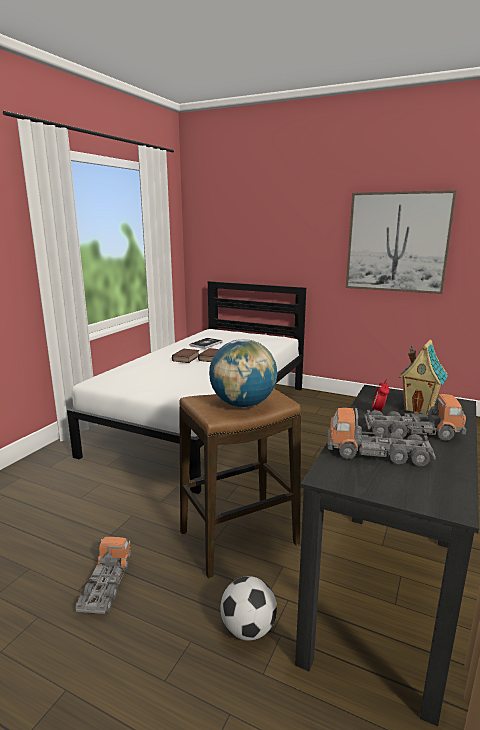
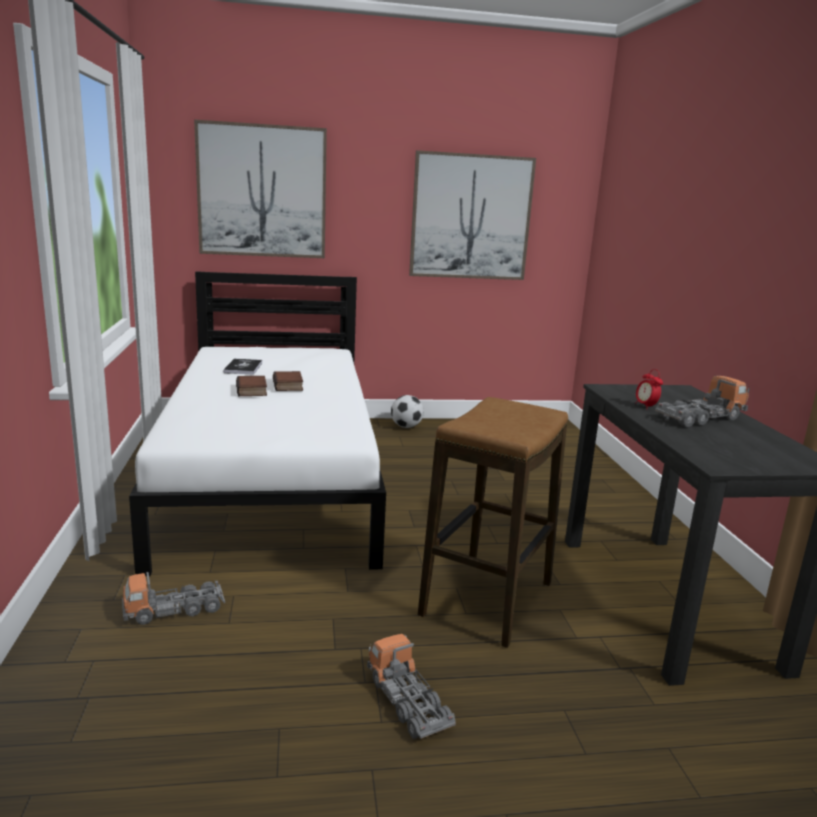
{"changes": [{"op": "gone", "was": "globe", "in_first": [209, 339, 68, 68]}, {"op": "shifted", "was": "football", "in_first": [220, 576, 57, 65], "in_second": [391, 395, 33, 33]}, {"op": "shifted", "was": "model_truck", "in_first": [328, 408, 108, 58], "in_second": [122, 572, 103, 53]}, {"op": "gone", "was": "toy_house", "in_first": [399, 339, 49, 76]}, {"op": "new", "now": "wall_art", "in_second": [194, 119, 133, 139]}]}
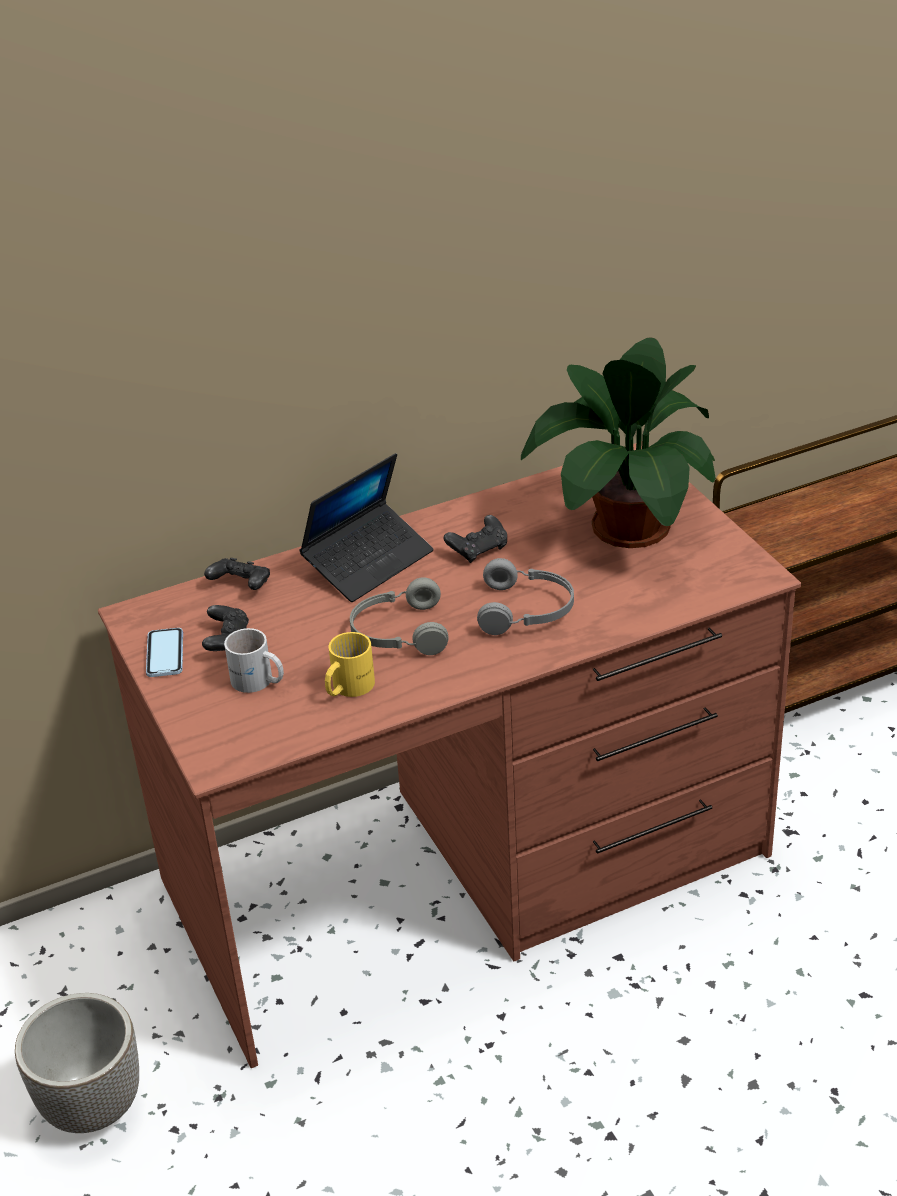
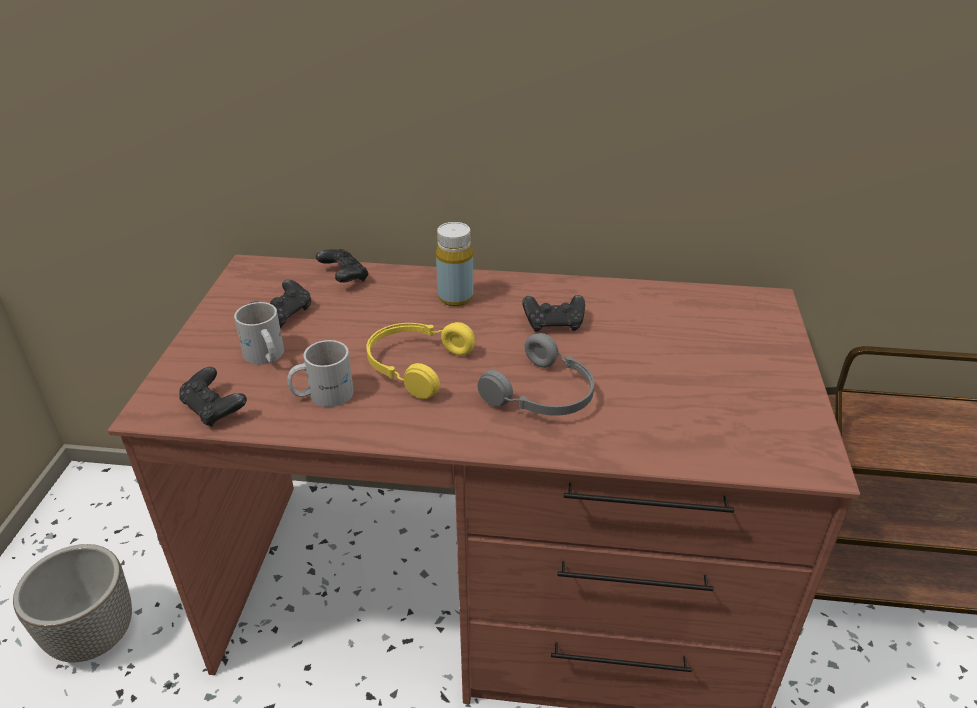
{"changes": [{"op": "gone", "was": "telephone", "in_first": [146, 628, 37, 49]}, {"op": "swapped", "was": "laptop", "now": "yellowish_beverage_bottle", "in_first": [299, 453, 135, 149], "in_second": [436, 222, 38, 84]}, {"op": "repainted", "was": "yellowish_mug", "now": "white-coloured_mug", "in_first": [325, 632, 50, 65], "in_second": [288, 340, 66, 67]}, {"op": "repainted", "was": "grey_pair_of_headphones", "now": "yellowish_pair_of_headphones", "in_first": [350, 577, 99, 78], "in_second": [366, 322, 109, 77]}, {"op": "gone", "was": "houseplant", "in_first": [521, 337, 195, 211]}, {"op": "new", "now": "blackish_joypad", "in_second": [179, 367, 68, 60]}]}
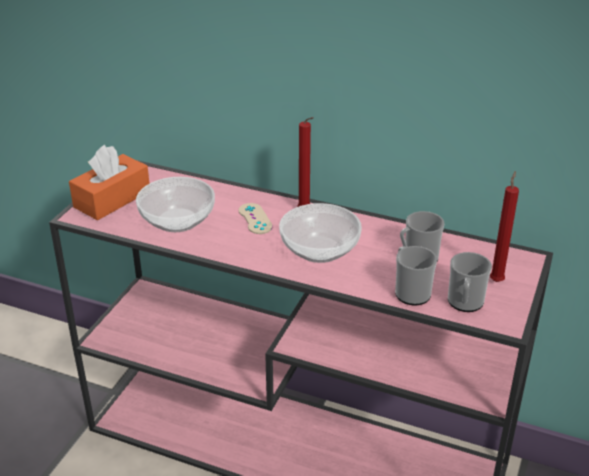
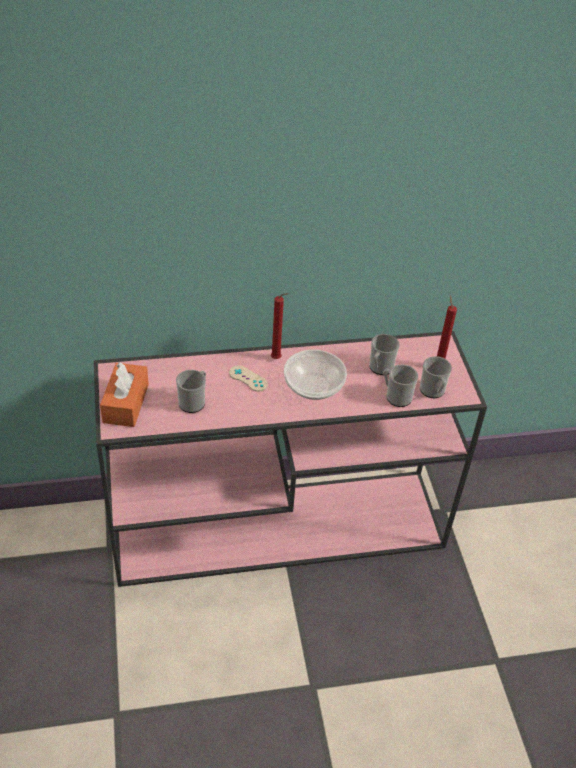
{"changes": [{"op": "swapped", "was": "serving_bowl", "now": "mug", "in_first": [136, 177, 79, 55], "in_second": [176, 370, 30, 43]}]}
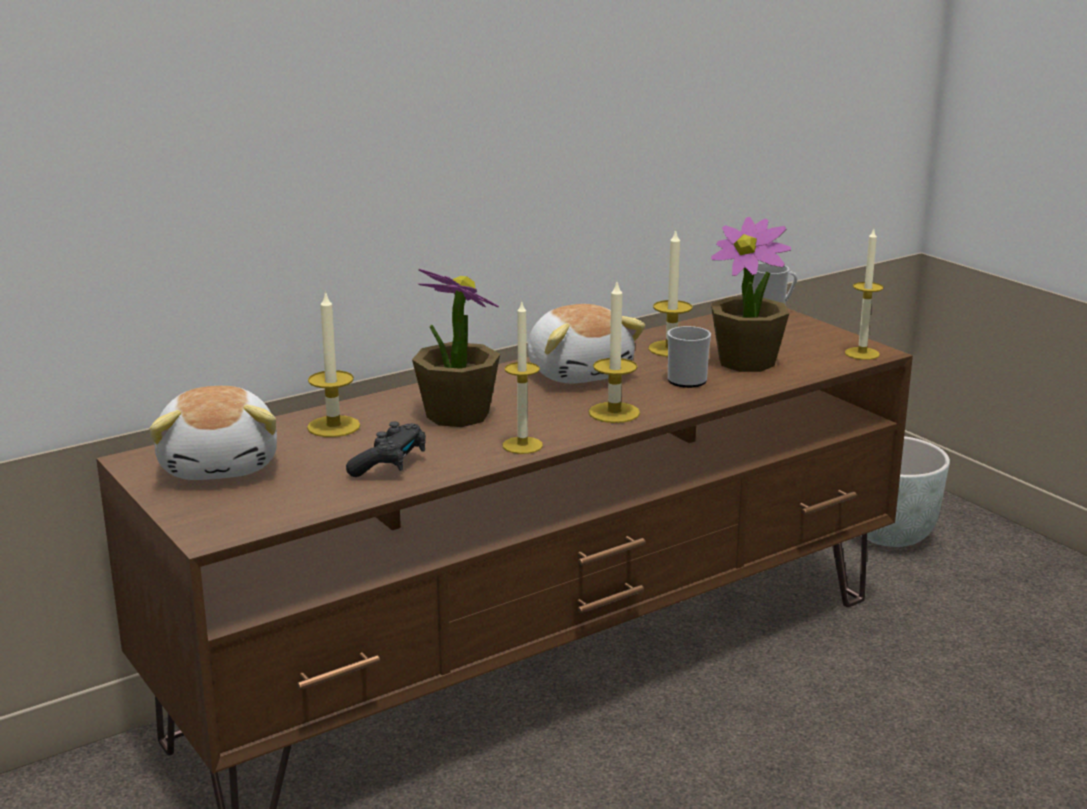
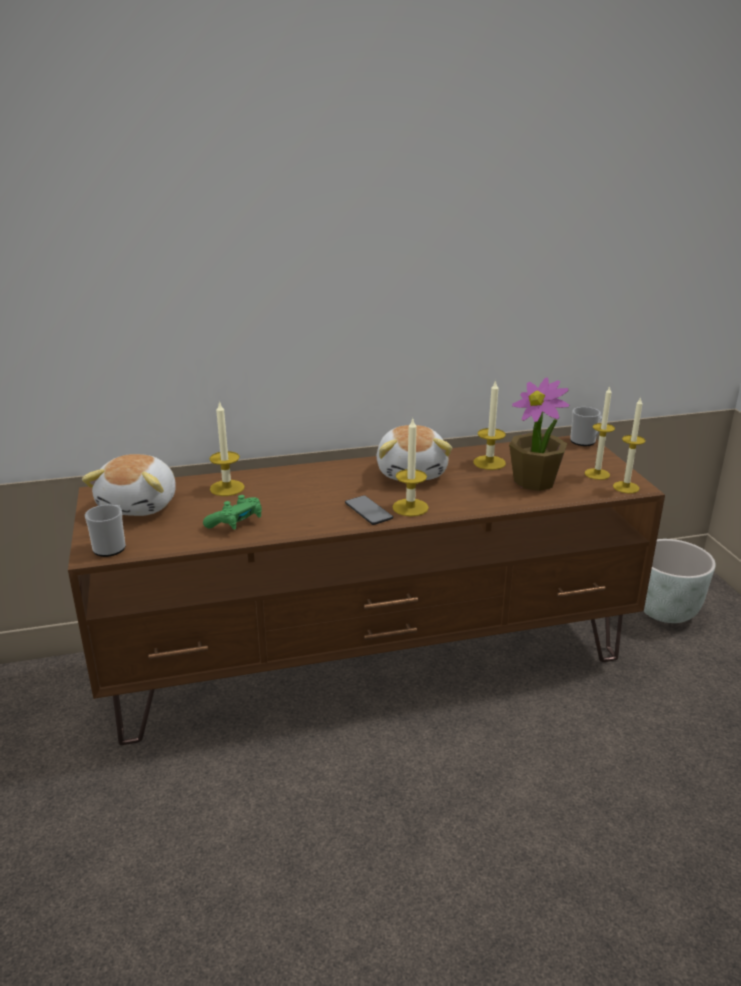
{"changes": [{"op": "repainted", "was": "blackish_joypad", "now": "greenish_joypad", "in_first": [346, 421, 80, 56], "in_second": [203, 495, 59, 35]}, {"op": "gone", "was": "houseplant", "in_first": [412, 269, 88, 158]}, {"op": "shifted", "was": "candle", "in_first": [503, 300, 40, 154], "in_second": [585, 386, 30, 94]}, {"op": "shifted", "was": "mug", "in_first": [667, 326, 44, 62], "in_second": [85, 505, 41, 52]}, {"op": "new", "now": "telephone", "in_second": [345, 495, 48, 30]}]}
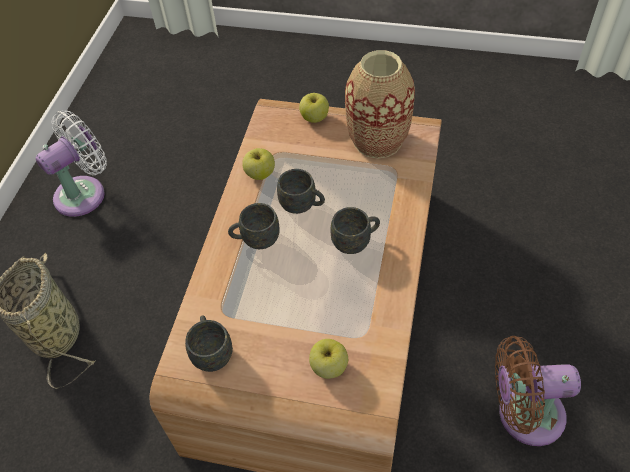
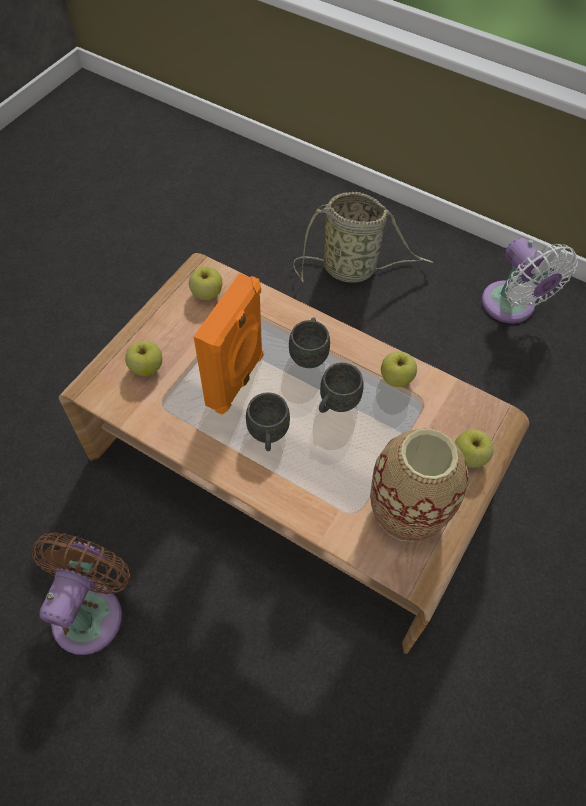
{"changes": [{"op": "swapped", "was": "grey_mug", "now": "whole_apple", "in_first": [185, 316, 48, 56], "in_second": [189, 266, 33, 34]}, {"op": "new", "now": "orange_speaker", "in_second": [193, 273, 70, 142]}]}
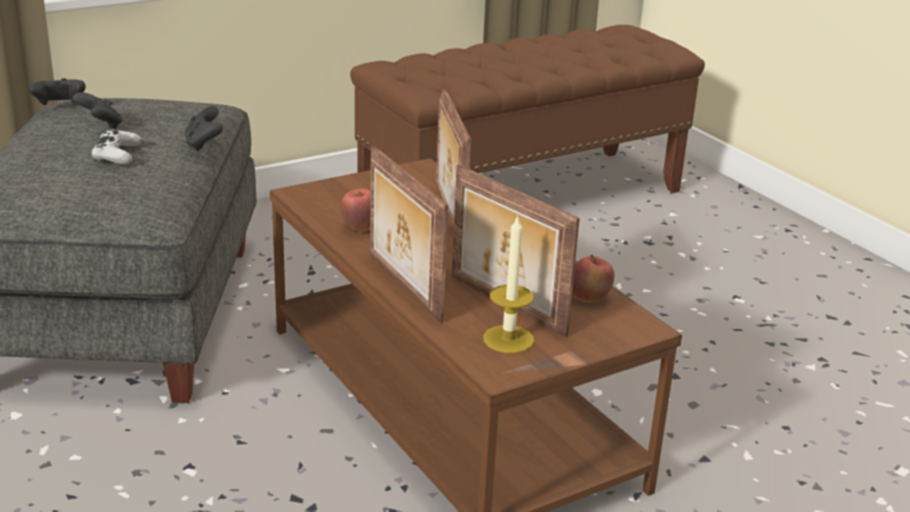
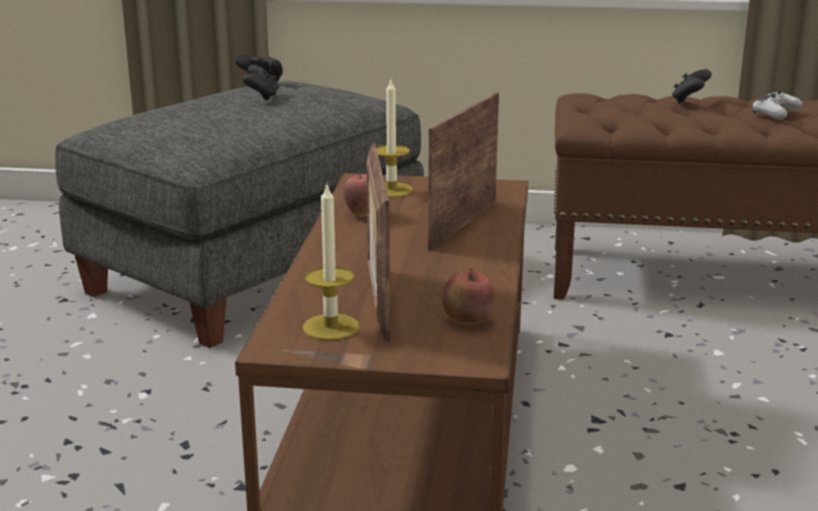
{"changes": [{"op": "shifted", "was": "white-coloured_joypad", "in_first": [91, 129, 51, 36], "in_second": [752, 90, 51, 29]}, {"op": "shifted", "was": "blackish_joypad", "in_first": [185, 106, 38, 45], "in_second": [672, 69, 40, 35]}, {"op": "gone", "was": "photo_frame", "in_first": [370, 145, 78, 178]}, {"op": "new", "now": "candle", "in_second": [376, 80, 37, 117]}]}
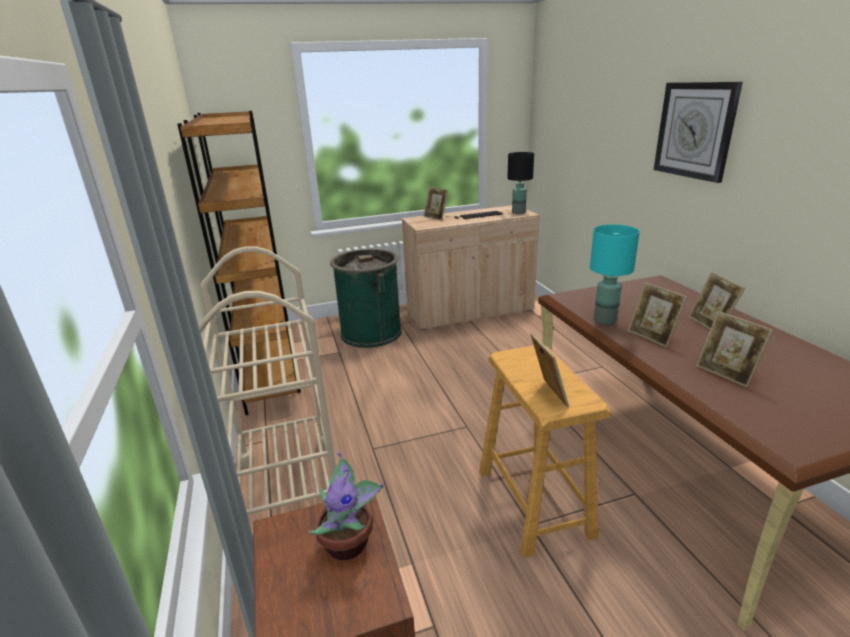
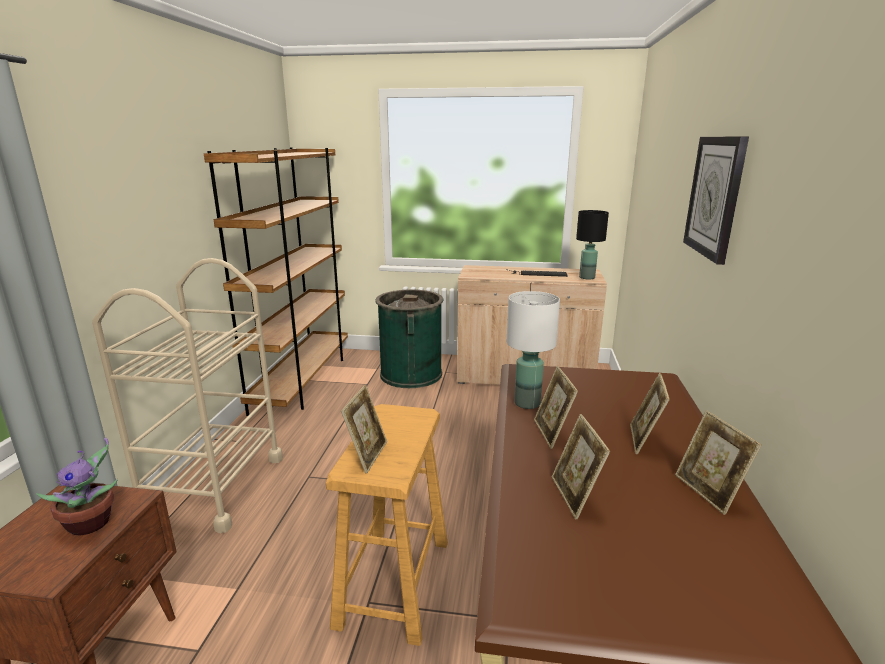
{"changes": [{"op": "shifted", "was": "photo_frame", "in_first": [423, 187, 25, 34], "in_second": [675, 410, 87, 105]}, {"op": "repainted", "was": "blue-green_lamp_for_a_table", "now": "white-coloured_lamp_for_a_table", "in_first": [590, 224, 50, 101], "in_second": [507, 291, 53, 118]}]}
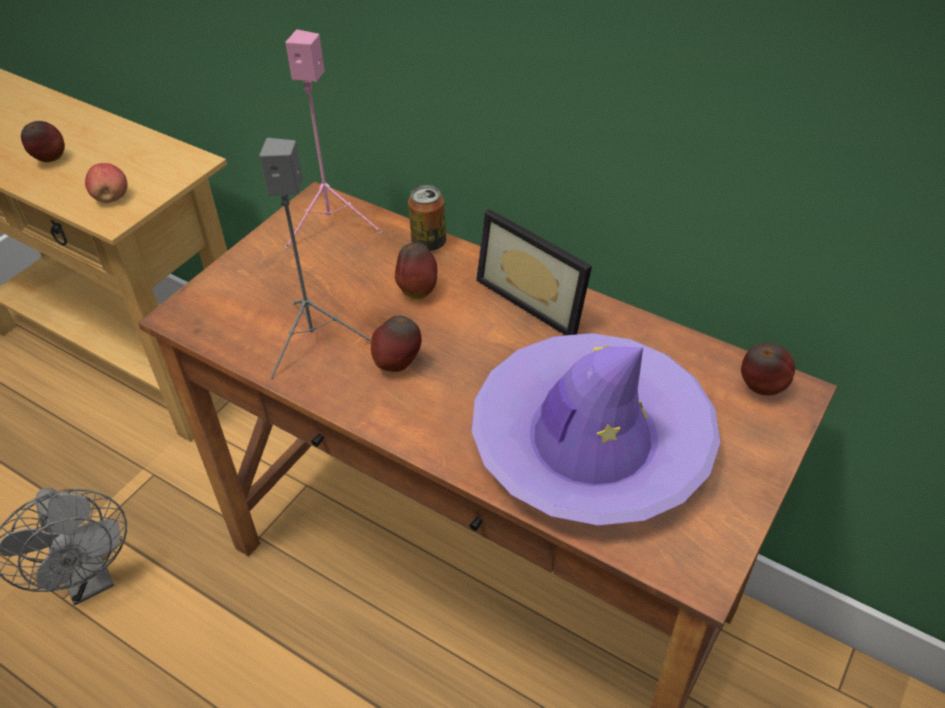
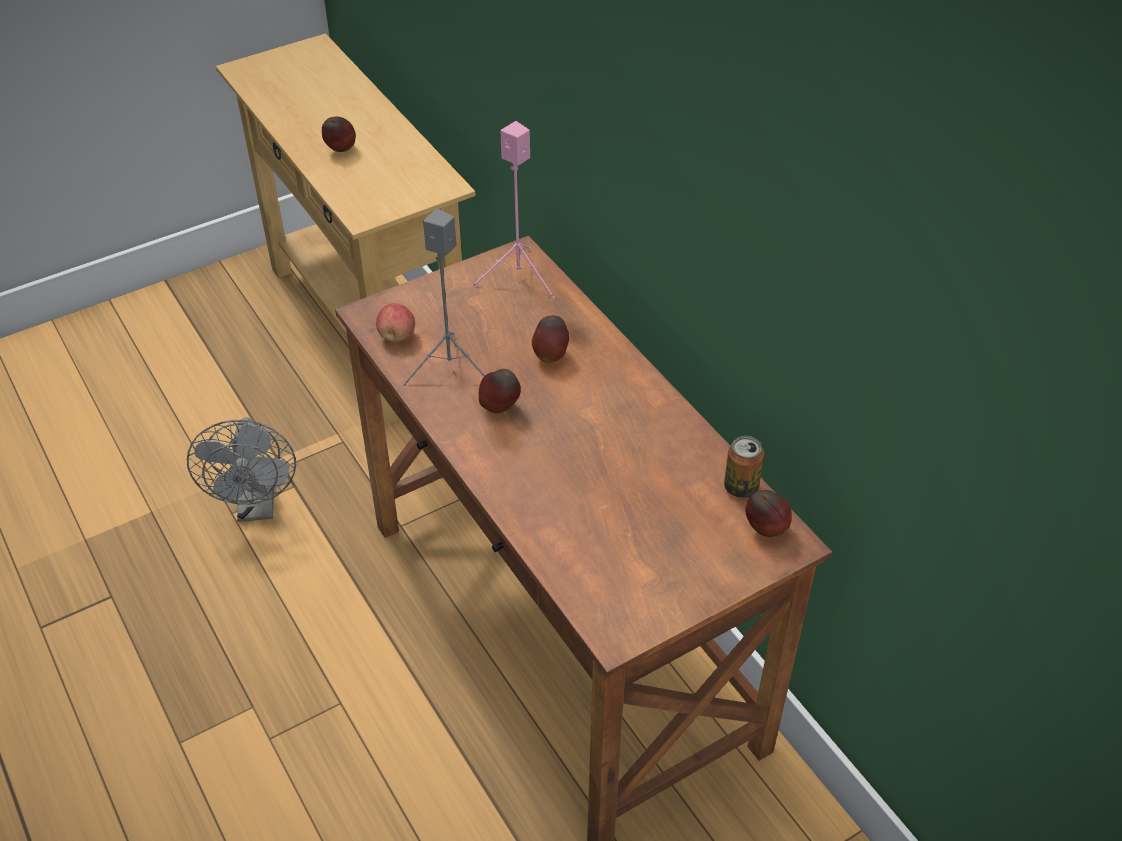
{"changes": [{"op": "shifted", "was": "whole_apple", "in_first": [85, 163, 42, 40], "in_second": [376, 303, 39, 39]}, {"op": "shifted", "was": "sealed_can", "in_first": [408, 185, 38, 66], "in_second": [724, 436, 40, 62]}, {"op": "gone", "was": "purple_hat", "in_first": [472, 333, 249, 192]}, {"op": "gone", "was": "photo_frame", "in_first": [476, 209, 116, 126]}]}
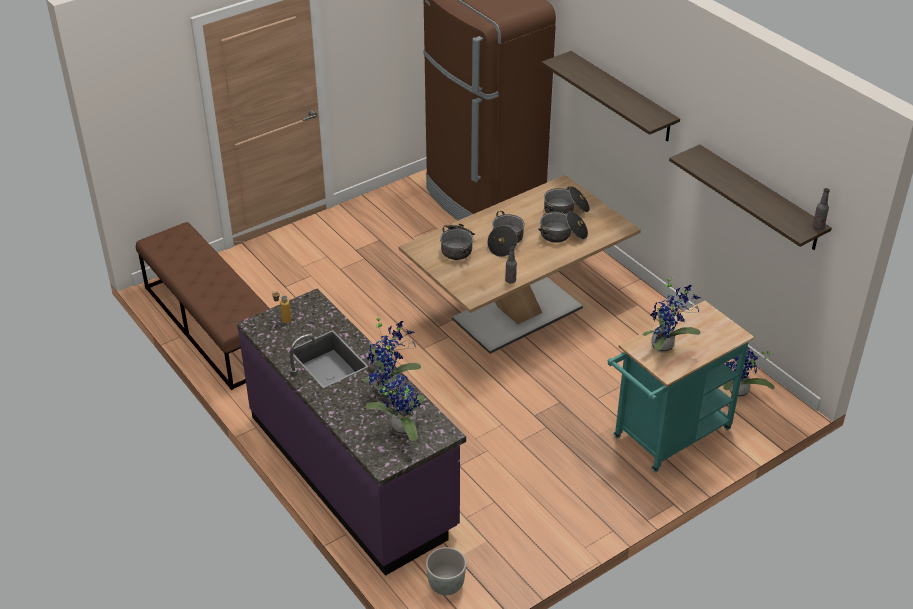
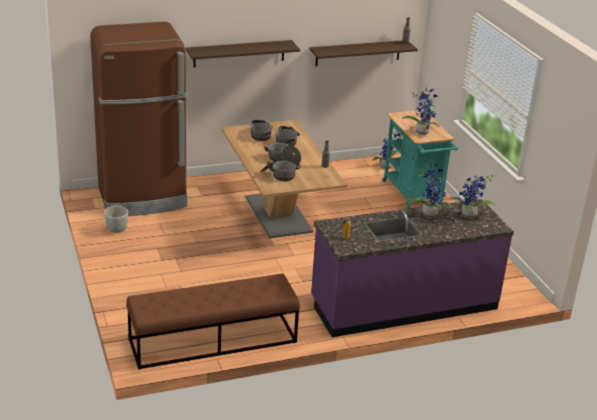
{"changes": [{"op": "shifted", "was": "grey_planter", "in_first": [426, 547, 40, 48], "in_second": [104, 206, 24, 27]}]}
